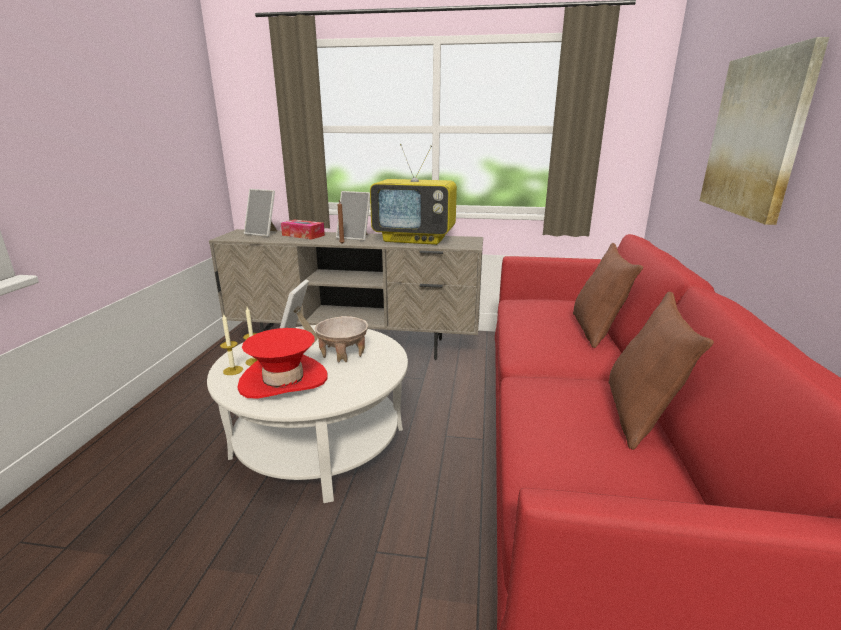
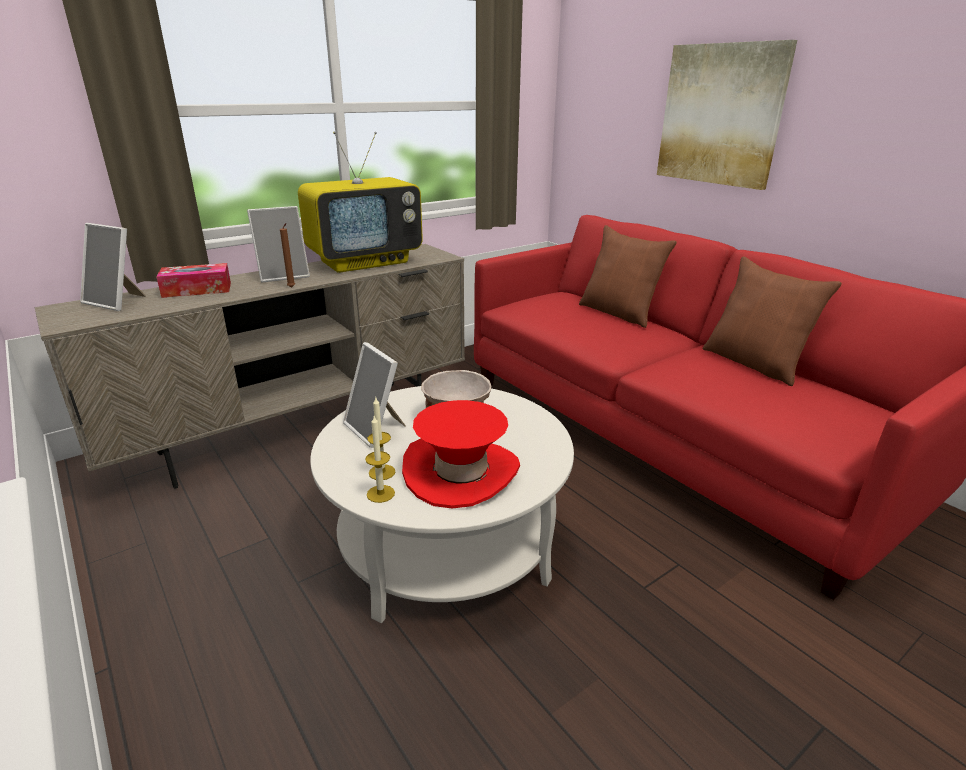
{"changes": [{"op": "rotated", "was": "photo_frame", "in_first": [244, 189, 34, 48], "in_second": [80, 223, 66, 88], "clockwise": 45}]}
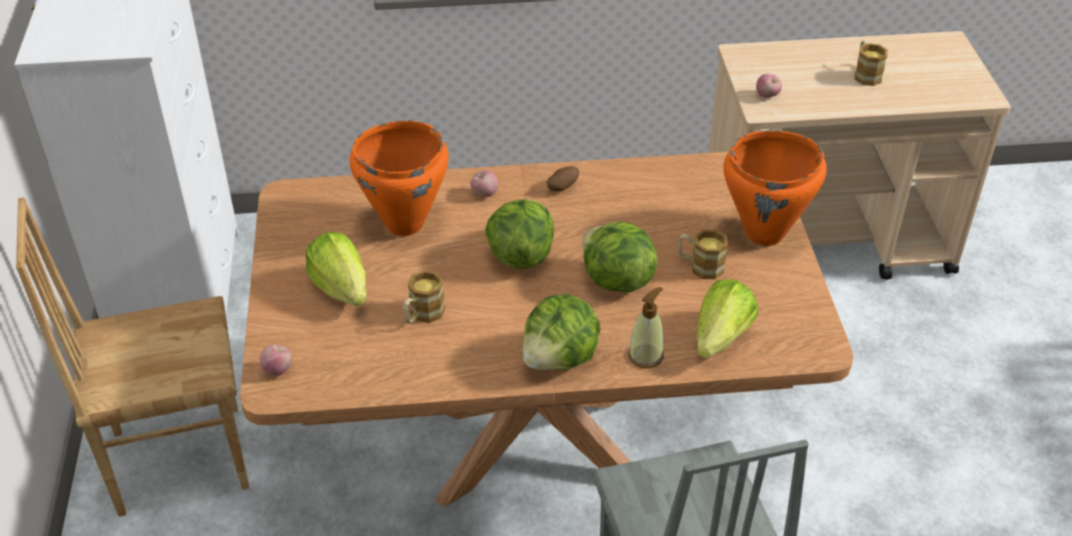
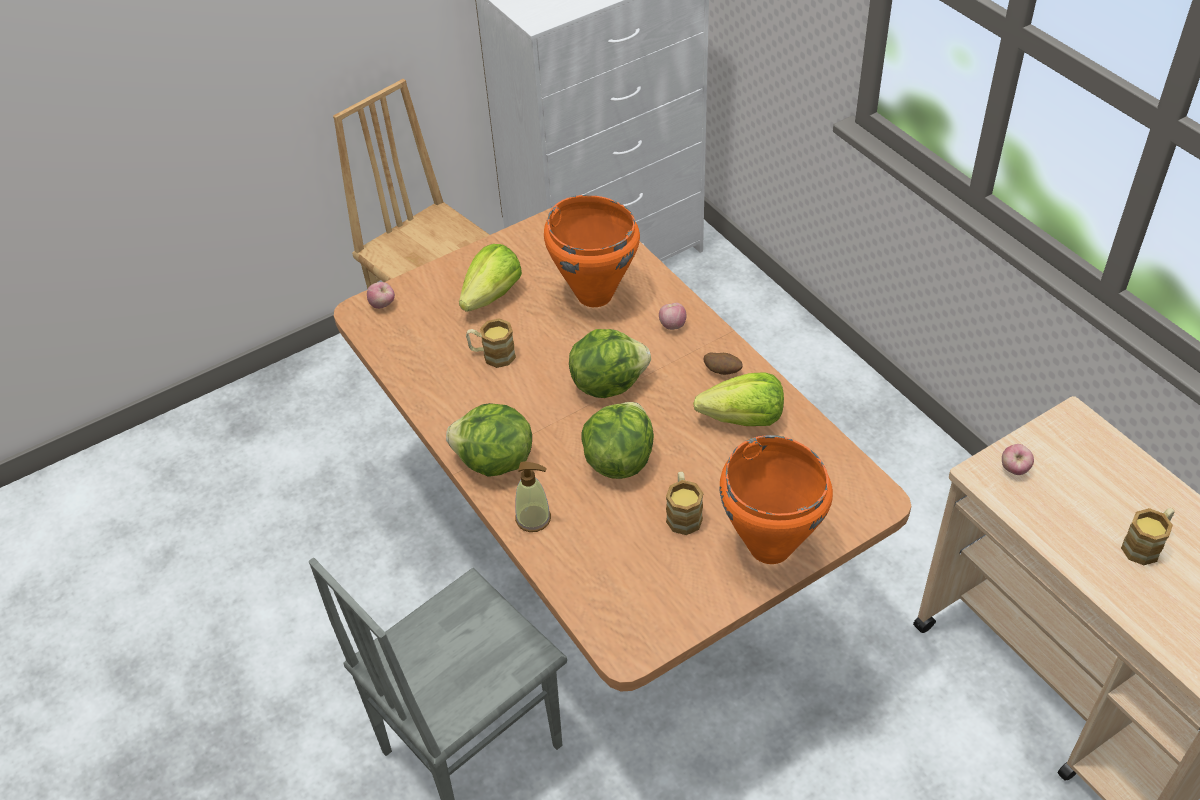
{"changes": [{"op": "shifted", "was": "lettuce", "in_first": [697, 279, 61, 80], "in_second": [693, 373, 91, 53]}]}
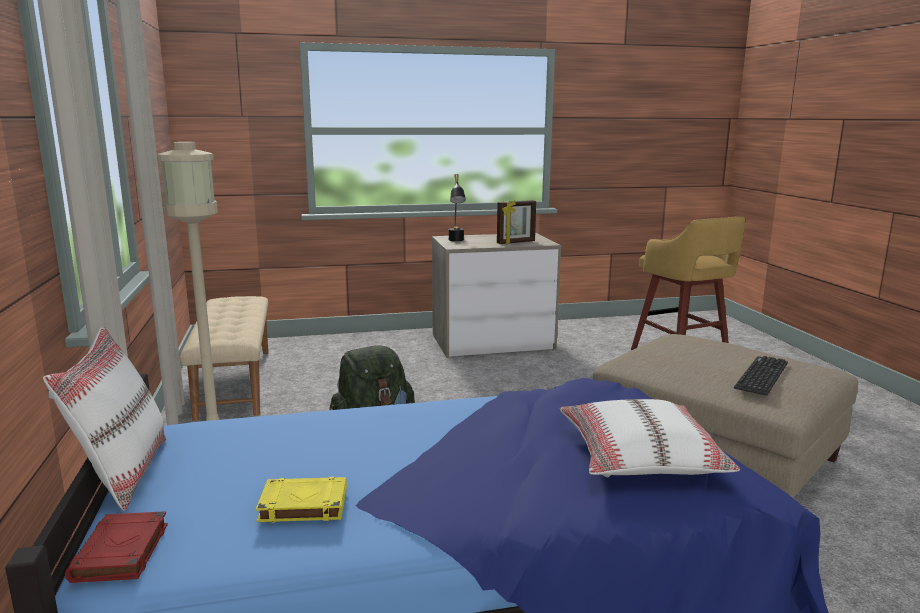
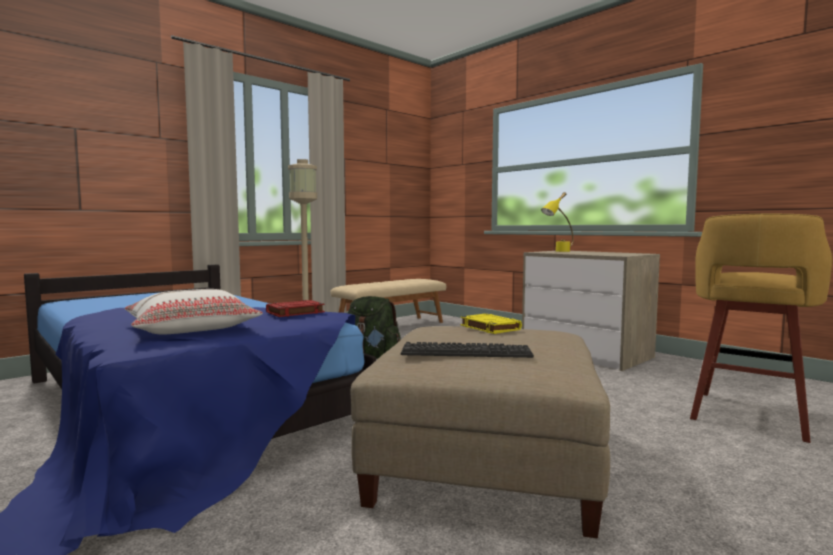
{"changes": [{"op": "gone", "was": "white-coloured_cushion", "in_first": [43, 326, 123, 185]}, {"op": "shifted", "was": "red_book", "in_first": [65, 511, 103, 72], "in_second": [266, 300, 59, 17]}, {"op": "shifted", "was": "yellowish_book", "in_first": [256, 477, 91, 46], "in_second": [460, 313, 62, 21]}, {"op": "repainted", "was": "blackish_lamp_for_a_table", "now": "yellowish_lamp_for_a_table", "in_first": [449, 174, 17, 67], "in_second": [541, 192, 32, 60]}, {"op": "gone", "was": "photo_frame", "in_first": [497, 200, 39, 44]}]}
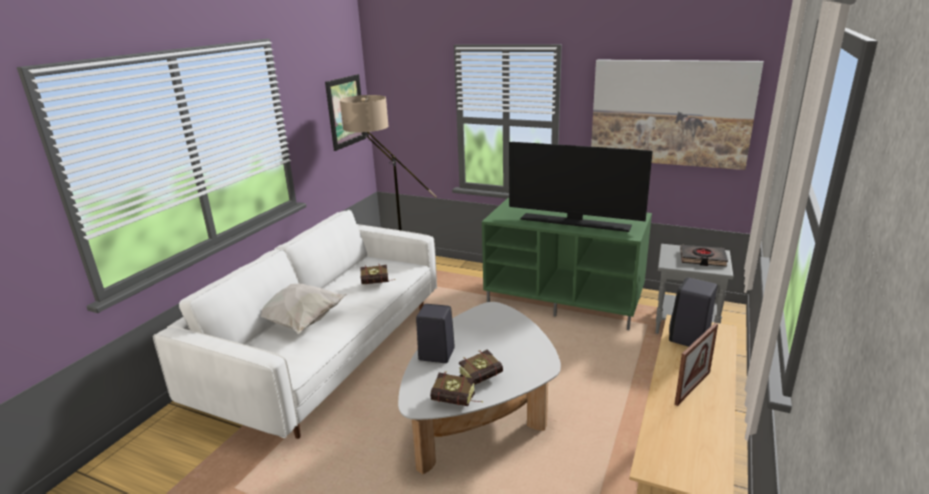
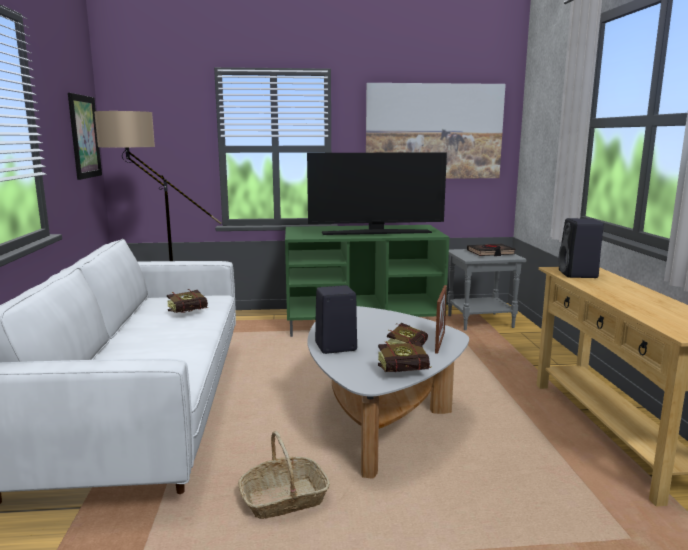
{"changes": [{"op": "gone", "was": "white-coloured_cushion", "in_first": [261, 284, 86, 50]}, {"op": "shifted", "was": "photo_frame", "in_first": [675, 323, 43, 83], "in_second": [435, 285, 12, 69]}, {"op": "new", "now": "household_basket", "in_second": [238, 431, 92, 88]}]}
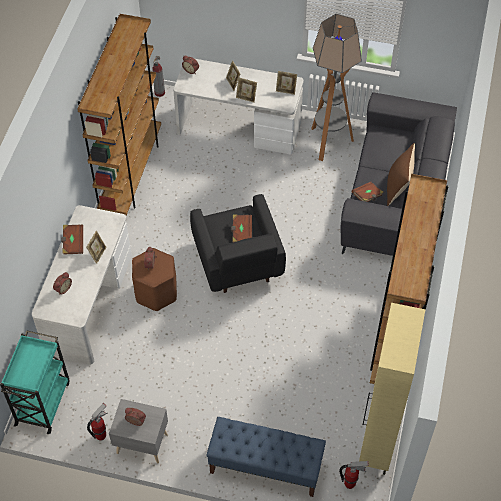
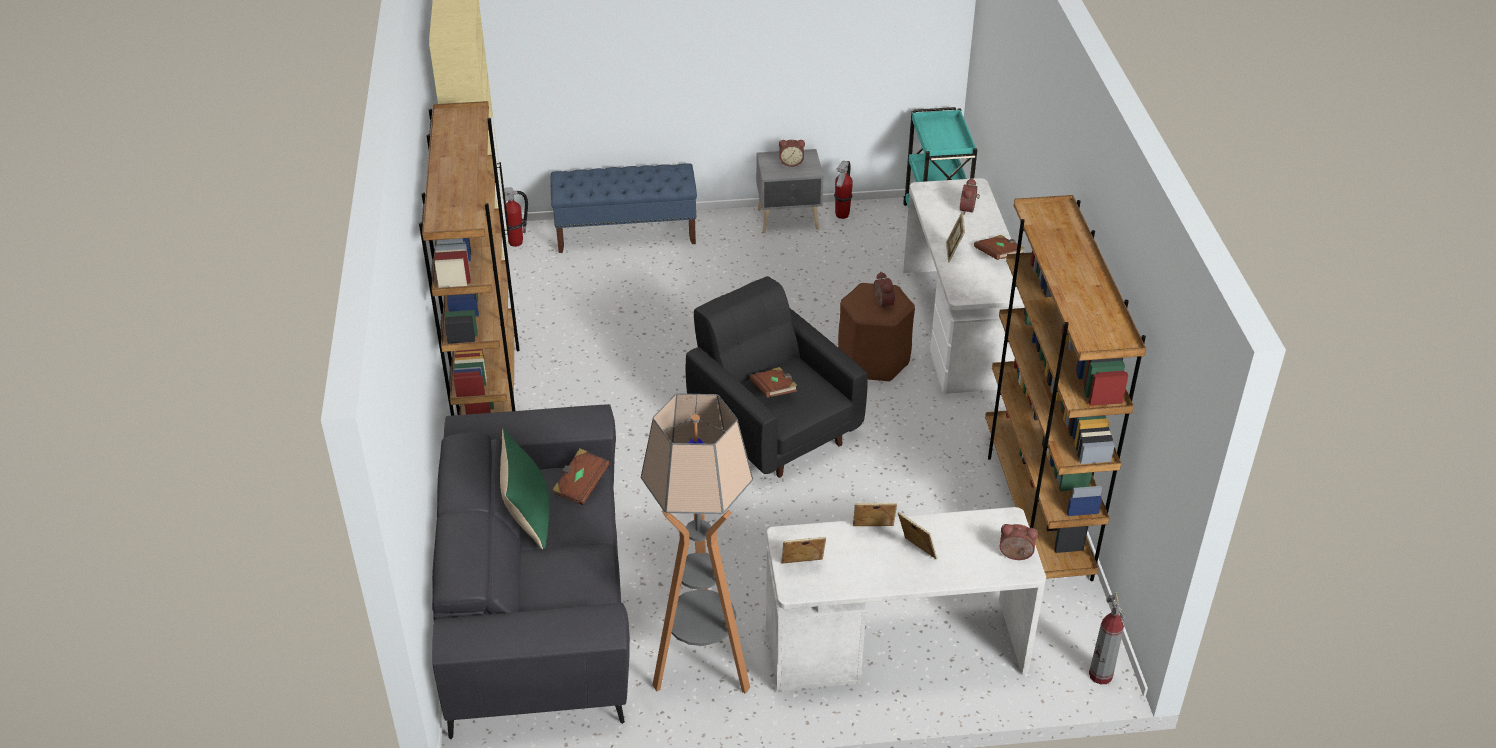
{"changes": [{"op": "repainted", "was": "brown-coloured_cushion", "now": "greenish_cushion", "in_first": [387, 143, 28, 63], "in_second": [500, 428, 49, 122]}]}
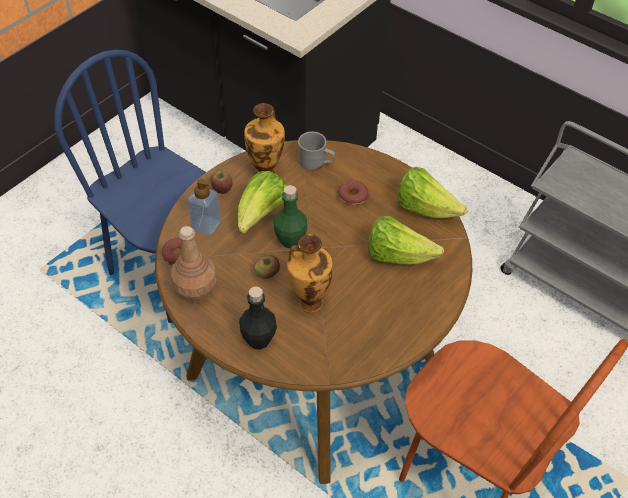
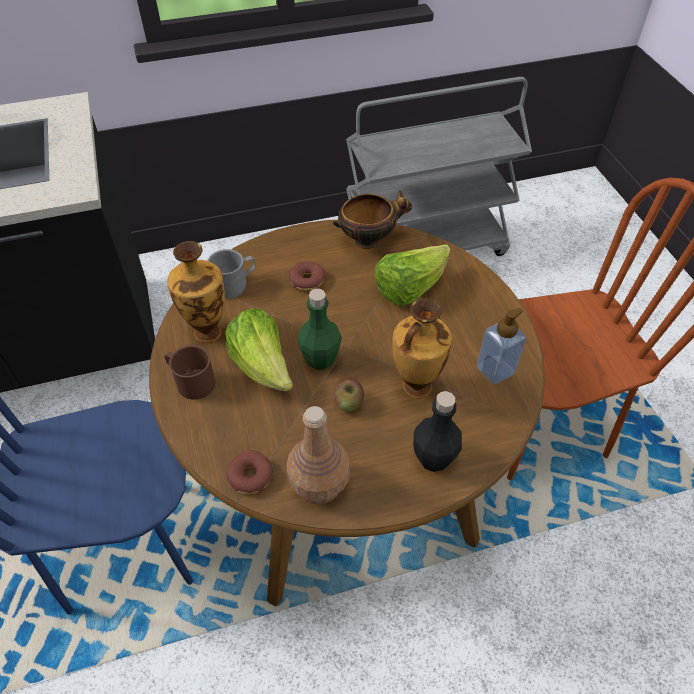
{"changes": [{"op": "shifted", "was": "liquid_soap_bottle", "in_first": [188, 178, 33, 57], "in_second": [477, 308, 50, 76]}, {"op": "swapped", "was": "whole_apple", "now": "brown-coloured_mug", "in_first": [211, 170, 21, 24], "in_second": [164, 345, 51, 55]}, {"op": "swapped", "was": "lettuce", "now": "serving_bowl", "in_first": [397, 167, 70, 51], "in_second": [333, 190, 79, 59]}]}
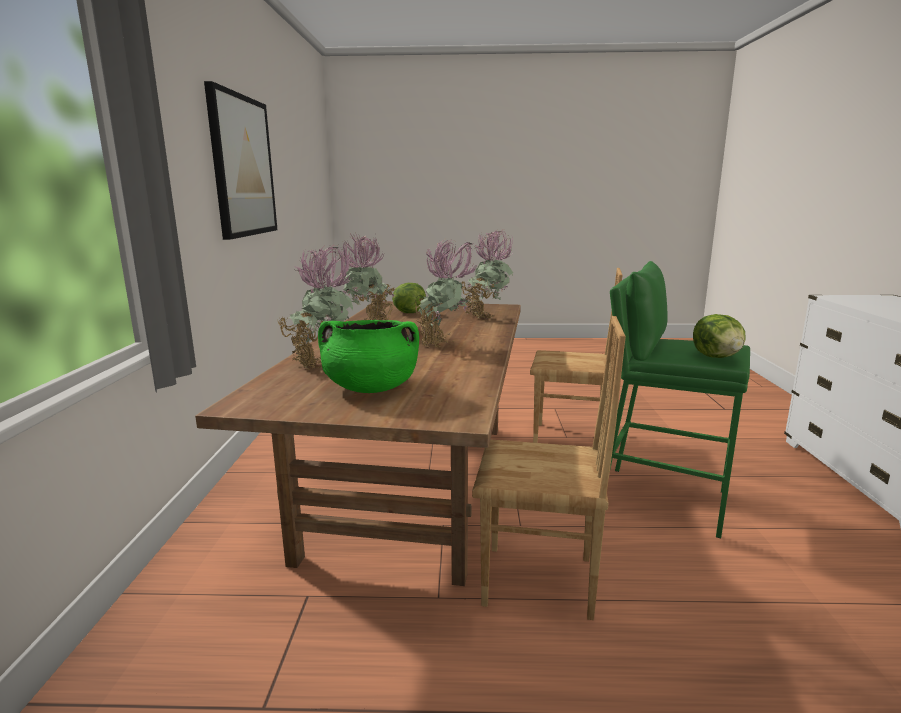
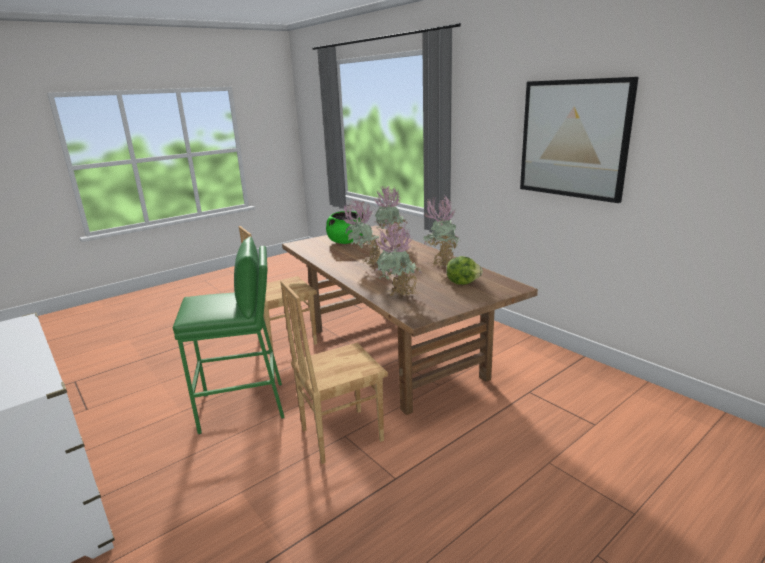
{"changes": [{"op": "gone", "was": "lettuce", "in_first": [693, 314, 53, 44]}]}
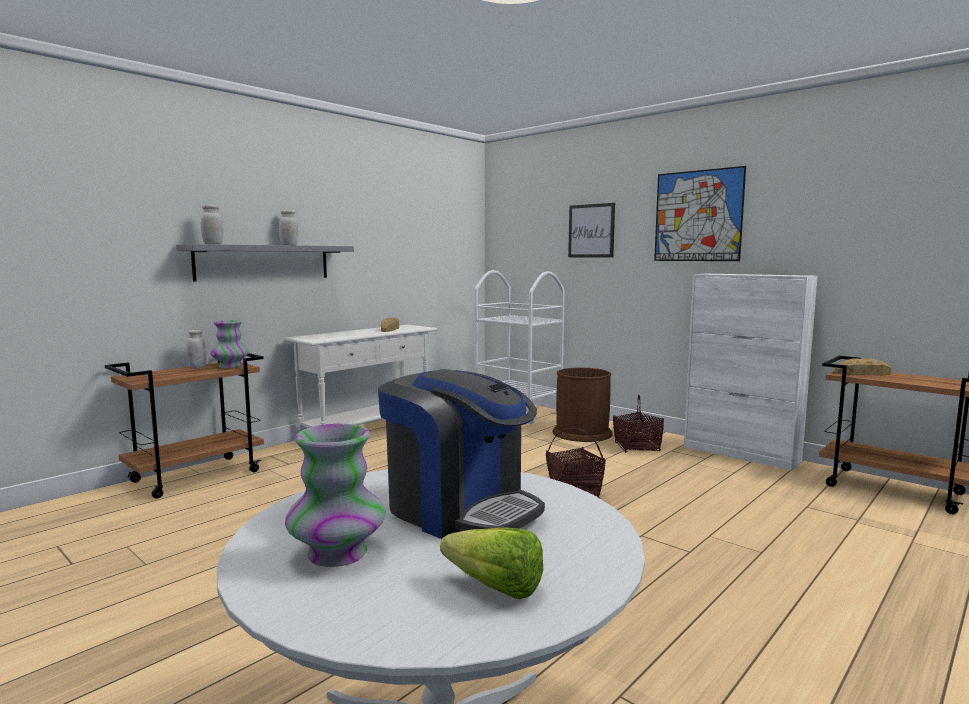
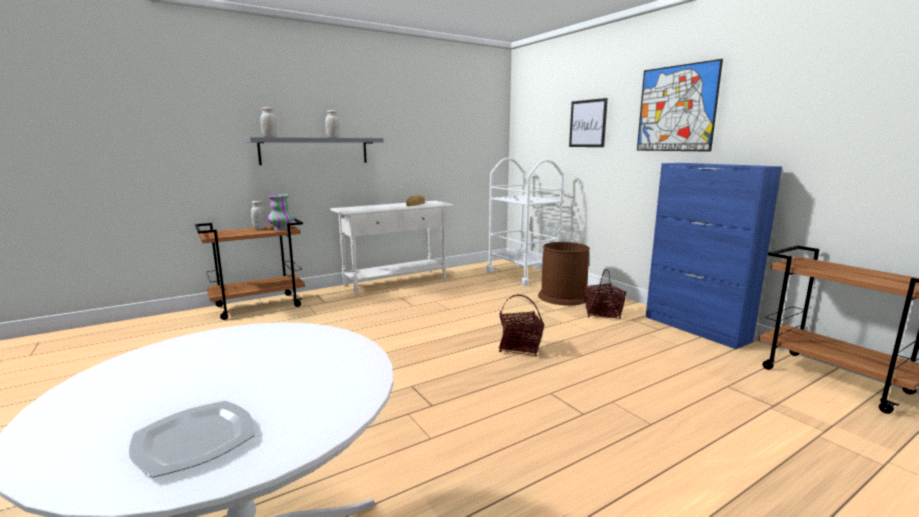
{"changes": [{"op": "gone", "was": "vase", "in_first": [285, 424, 100, 143]}, {"op": "gone", "was": "coffee_machine", "in_first": [378, 369, 167, 170]}, {"op": "swapped", "was": "lettuce", "now": "plate", "in_first": [440, 527, 103, 72], "in_second": [129, 401, 126, 76]}, {"op": "repainted", "was": "white-coloured_storage_cabinet", "now": "bluish_storage_cabinet", "in_first": [684, 274, 134, 197], "in_second": [646, 163, 136, 186]}, {"op": "gone", "was": "baked_bread", "in_first": [835, 359, 57, 16]}]}
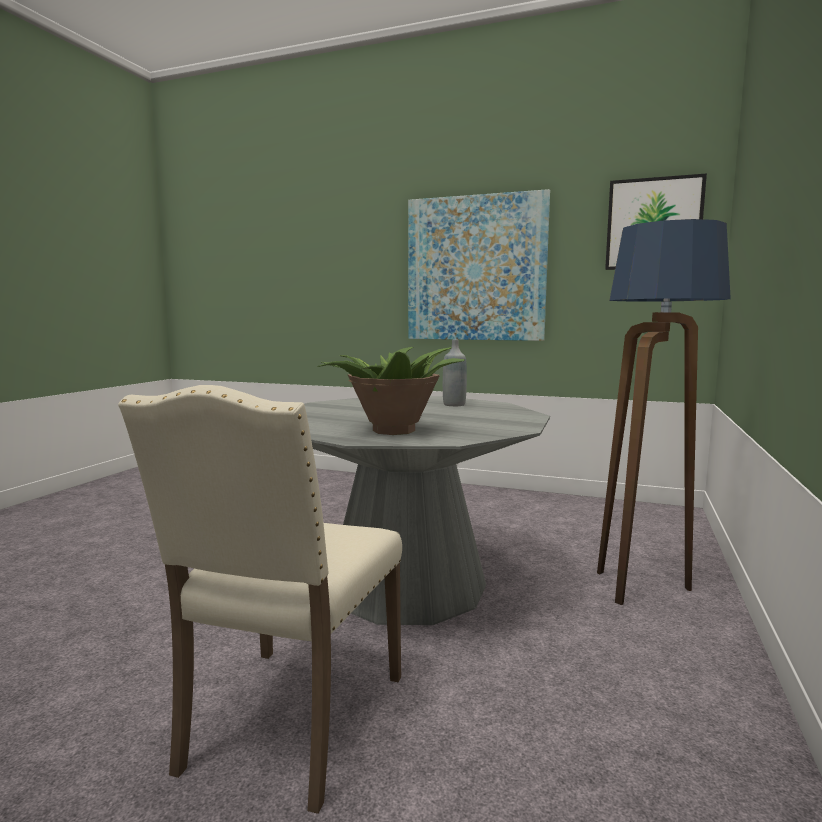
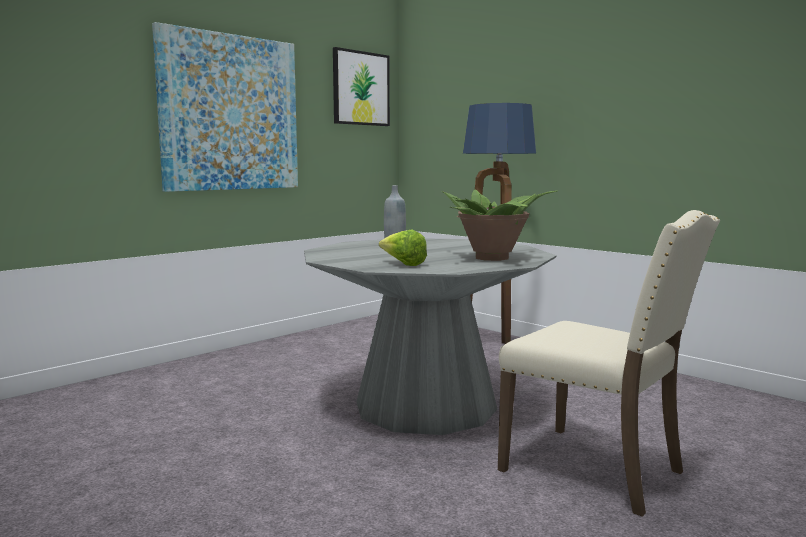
{"changes": [{"op": "new", "now": "lettuce", "in_second": [379, 229, 48, 37]}]}
